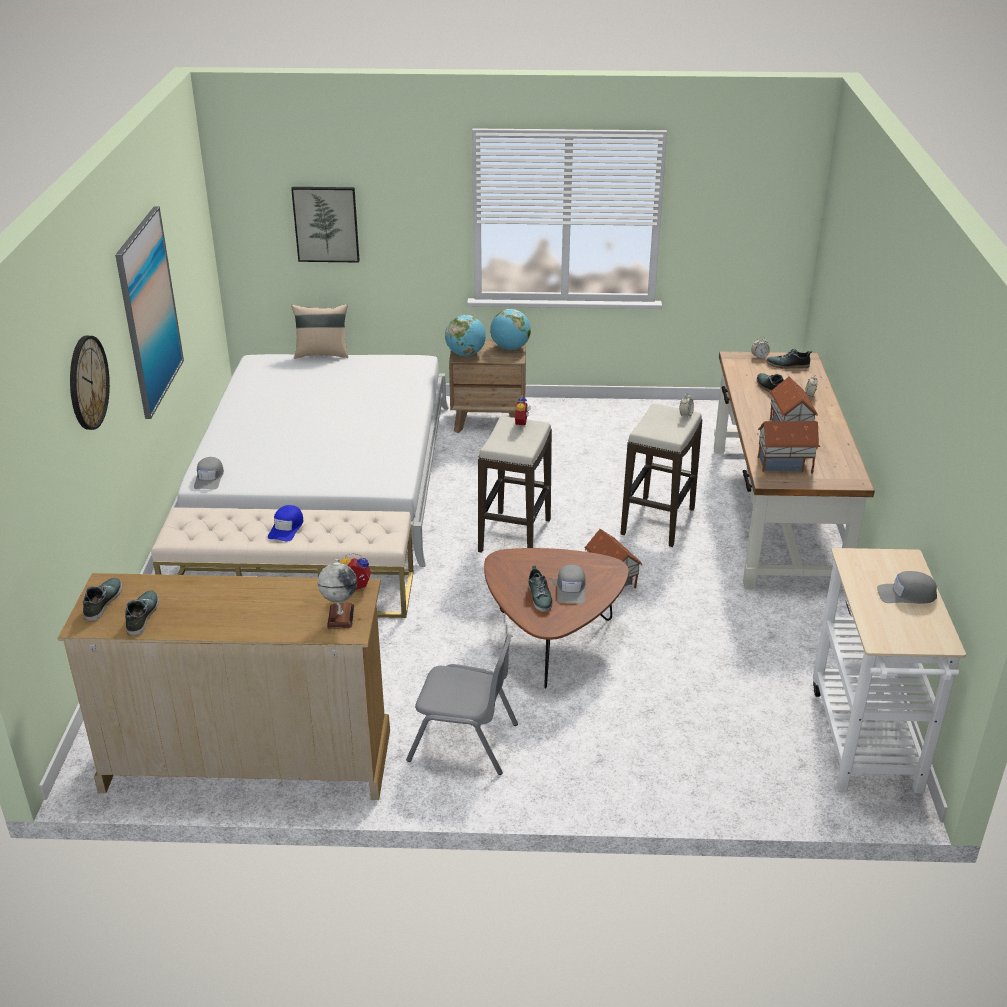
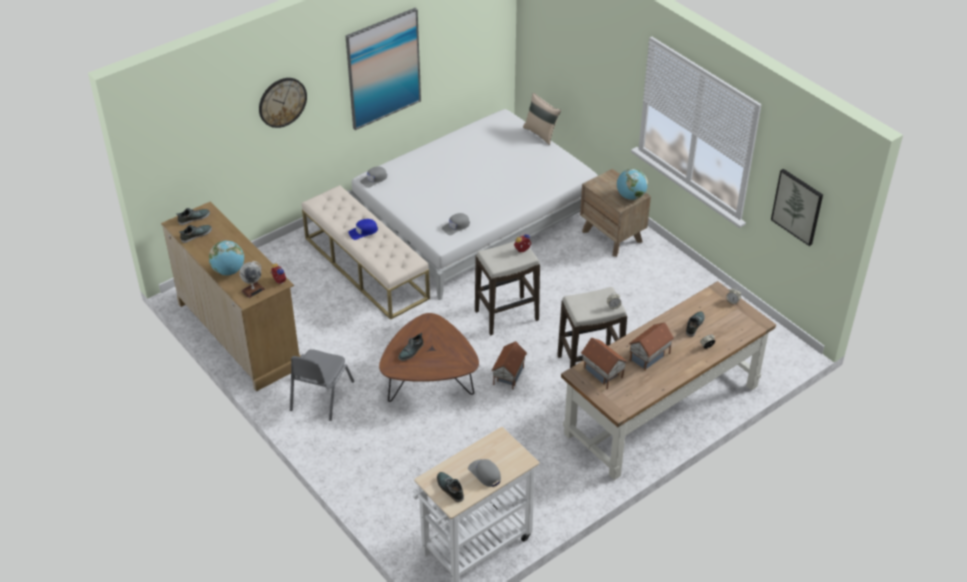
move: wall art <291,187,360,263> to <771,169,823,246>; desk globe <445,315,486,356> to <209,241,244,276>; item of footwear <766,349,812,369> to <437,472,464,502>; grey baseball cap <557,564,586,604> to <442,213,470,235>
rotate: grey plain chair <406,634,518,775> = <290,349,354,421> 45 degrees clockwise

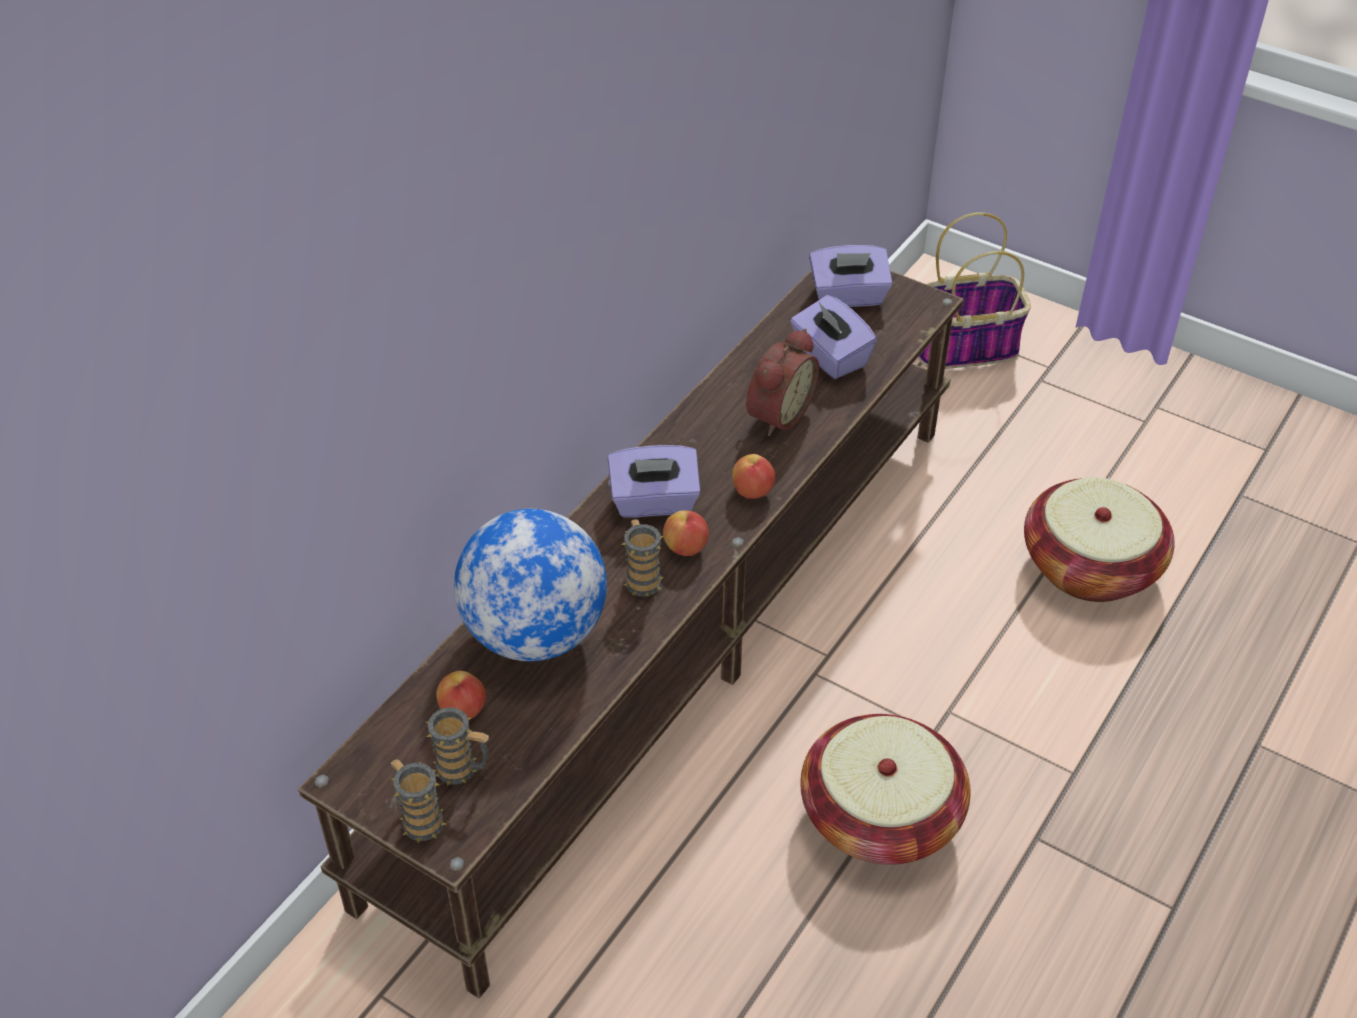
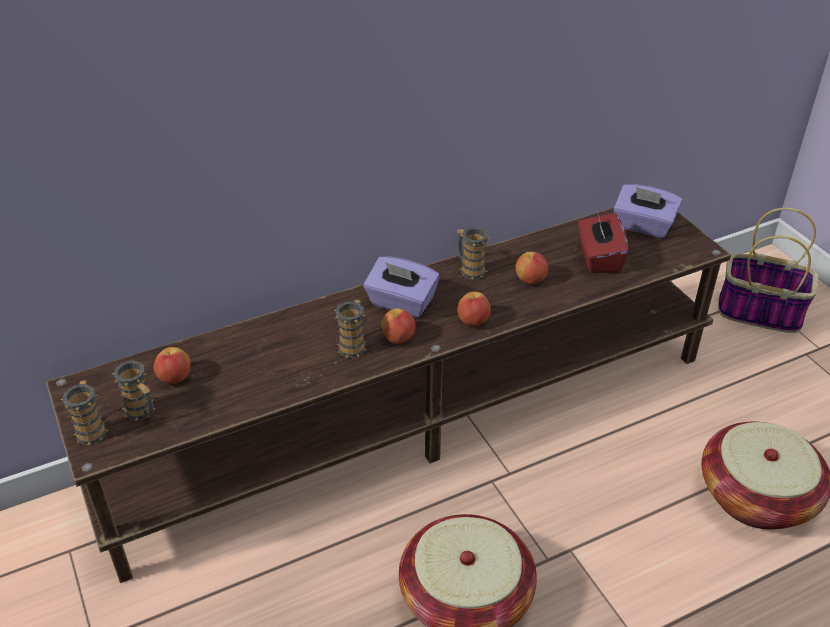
delete: desk globe <454,509,607,661>
insert: coffee mug <457,227,489,280>
replace: bedside clock <746,329,819,436> to whole apple <515,252,548,284>
recolor: purple-coloured box of tissues <790,295,877,379> to red-coloured box of tissues <578,211,629,273>

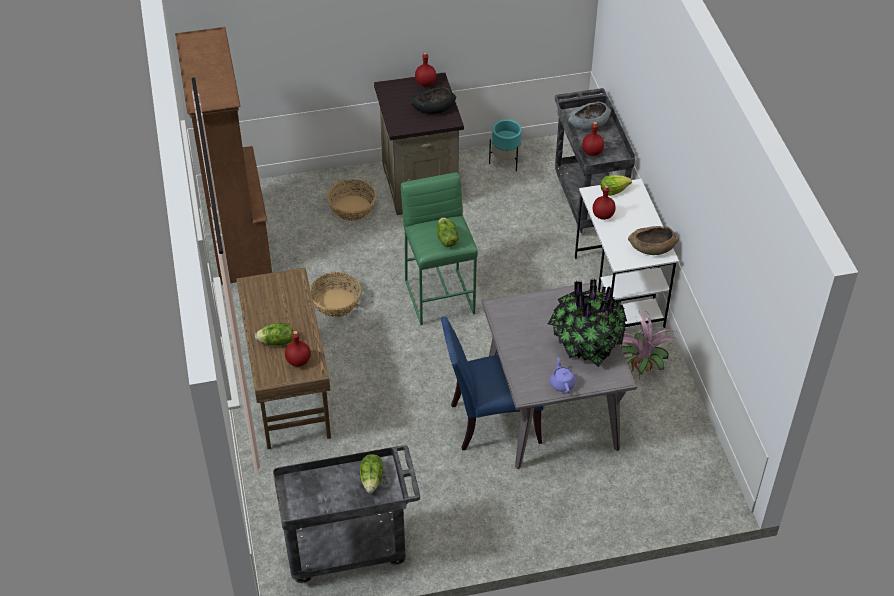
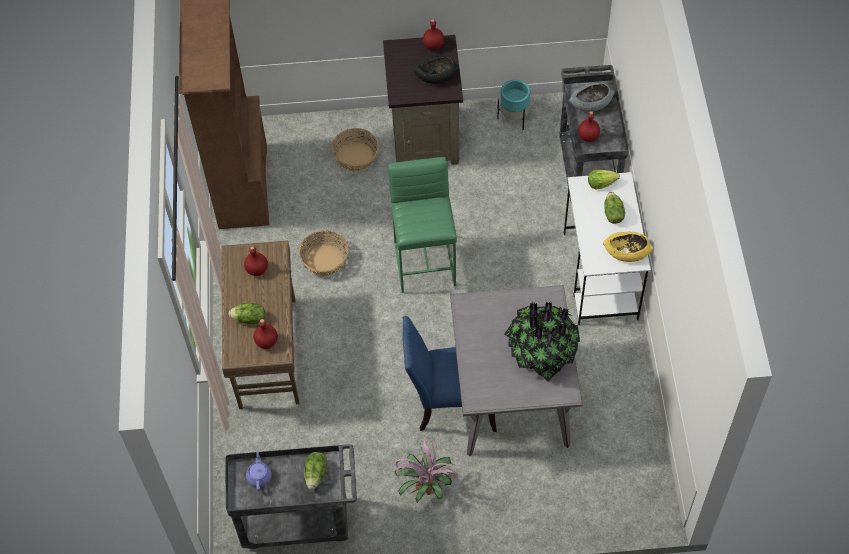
move: red-coloured beverage bottle <593,185,616,220> to <244,246,268,276>; lettuce <437,217,459,247> to <604,192,625,224>; potted plant <621,311,677,380> to <392,436,456,503>; purple-coloured pot for tea <550,358,576,393> to <246,451,272,491>
recolor: brown serving bowl <628,226,679,255> to yellow-coloured serving bowl <603,232,653,262>

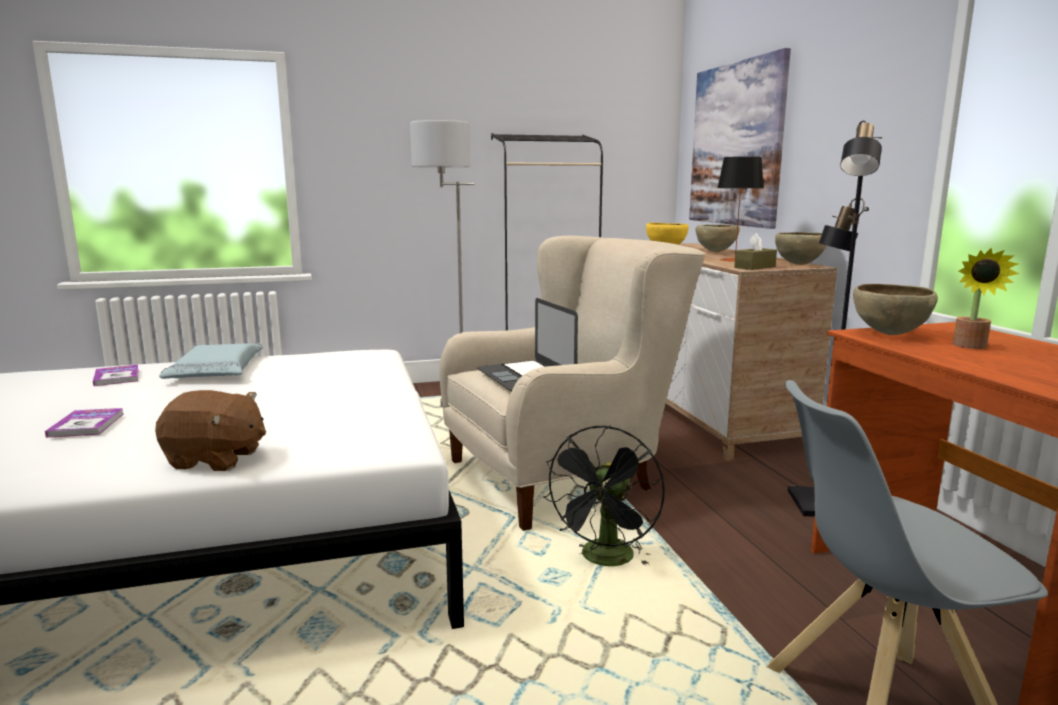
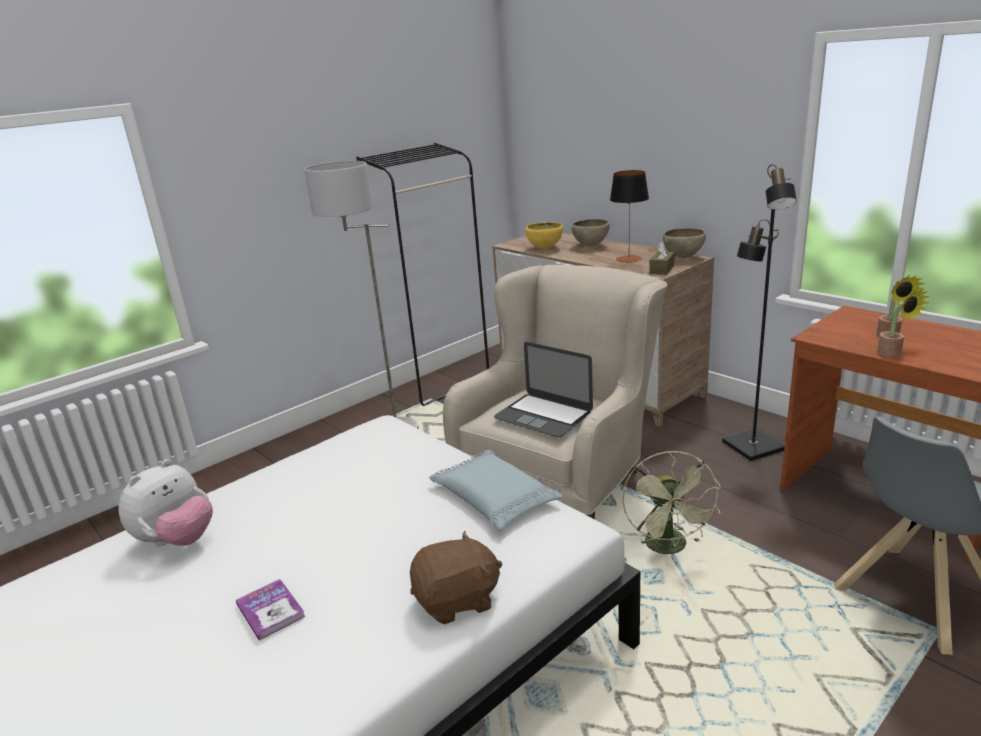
delete: wall art <689,48,791,229>; brown serving bowl <853,284,938,335>
insert: potted plant <877,289,930,357>
move: blue cushion <159,343,263,379> to <429,449,563,531>
replace: bound book <93,365,139,386> to cuddly toy <118,459,213,546>
recolor: blackish cooling fan <543,426,665,566> to green-coloured cooling fan <622,451,721,554>

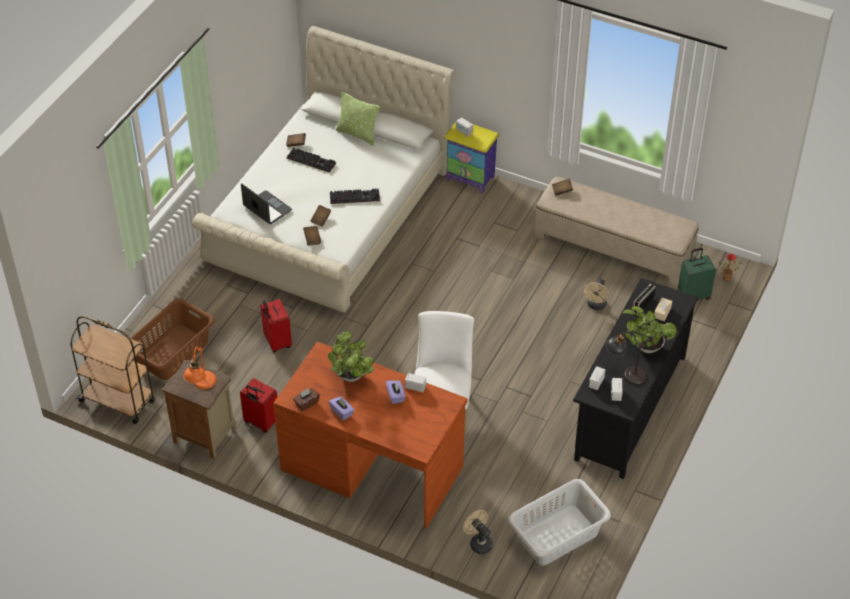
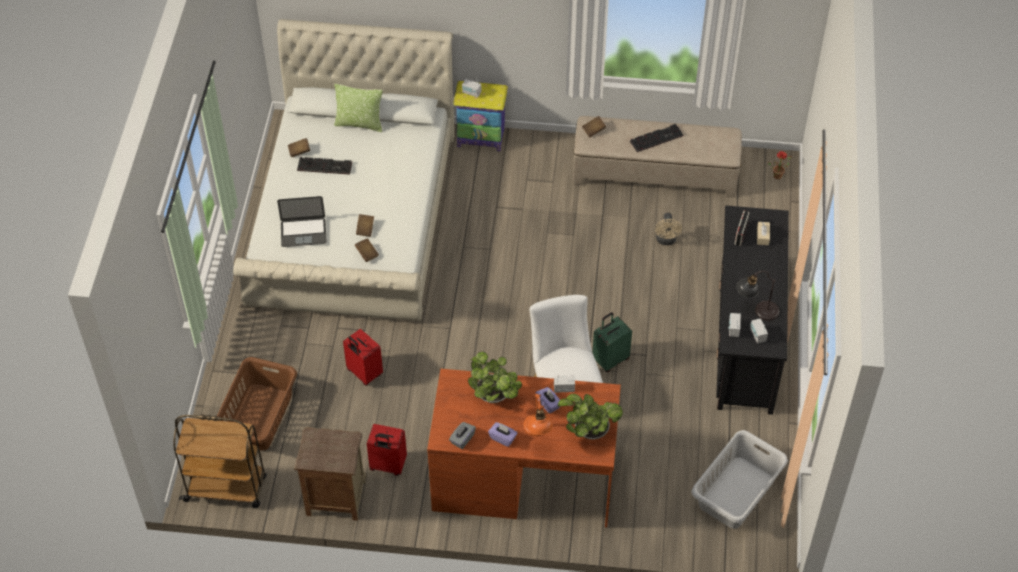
delete: beige cooling fan <463,510,493,554>
move: PC keyboard <330,188,380,204> to <630,124,683,152>; green-coloured suitcase <678,248,716,300> to <592,312,632,372>; potted plant <622,306,677,353> to <558,394,623,439>; orange-coloured lamp for a table <183,346,217,389> to <524,394,553,436>
recolor: brown box of tissues <293,388,320,411> to grey box of tissues <449,422,476,449>
rotate: notebook computer <241,183,292,224> = <277,196,326,247> 150 degrees clockwise

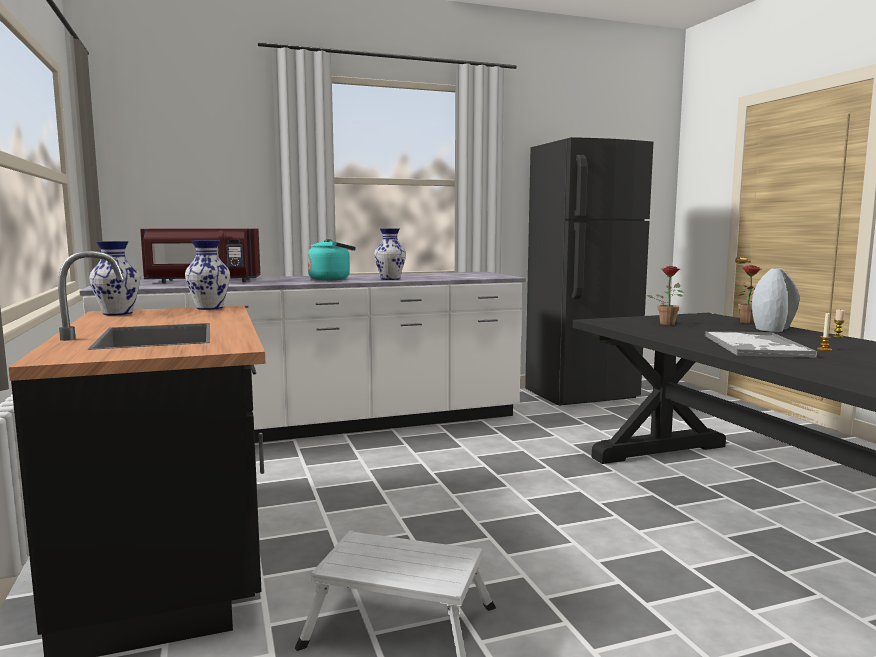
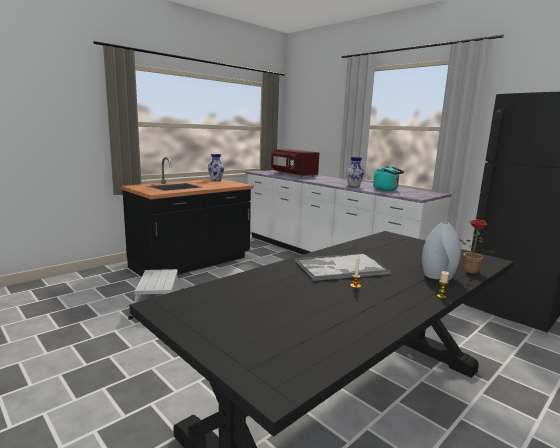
delete: decorative vase <185,240,230,310>; potted plant <647,266,684,325>
move: turquoise-coloured kettle <307,239,356,280> to <373,166,404,191>

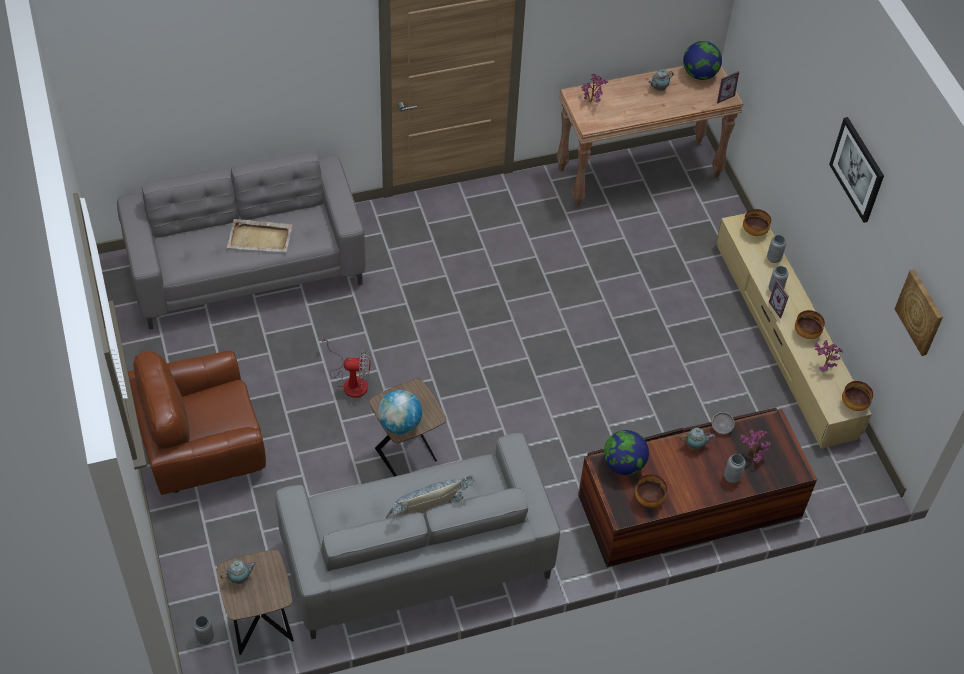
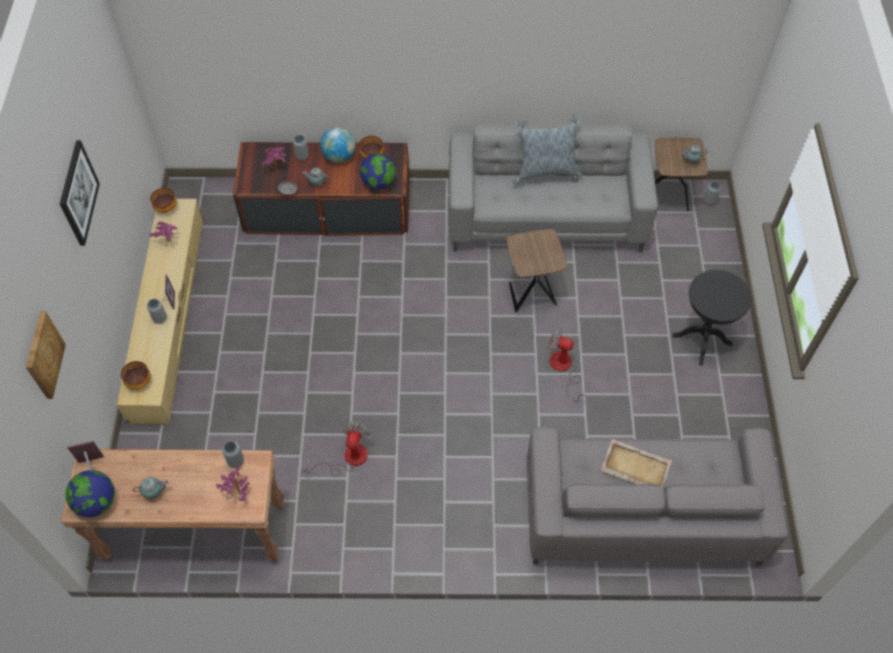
delete: serving bowl <795,310,825,339>
insert: cooling fan <301,421,370,476>
move: grey decorative vase <767,235,787,263> to <222,441,244,468>; wall art <895,270,943,356> to <26,311,66,399>; desk globe <378,390,422,434> to <320,127,355,163>
replace: brown easy chair <128,351,266,495> to blackish end table <672,270,752,365>

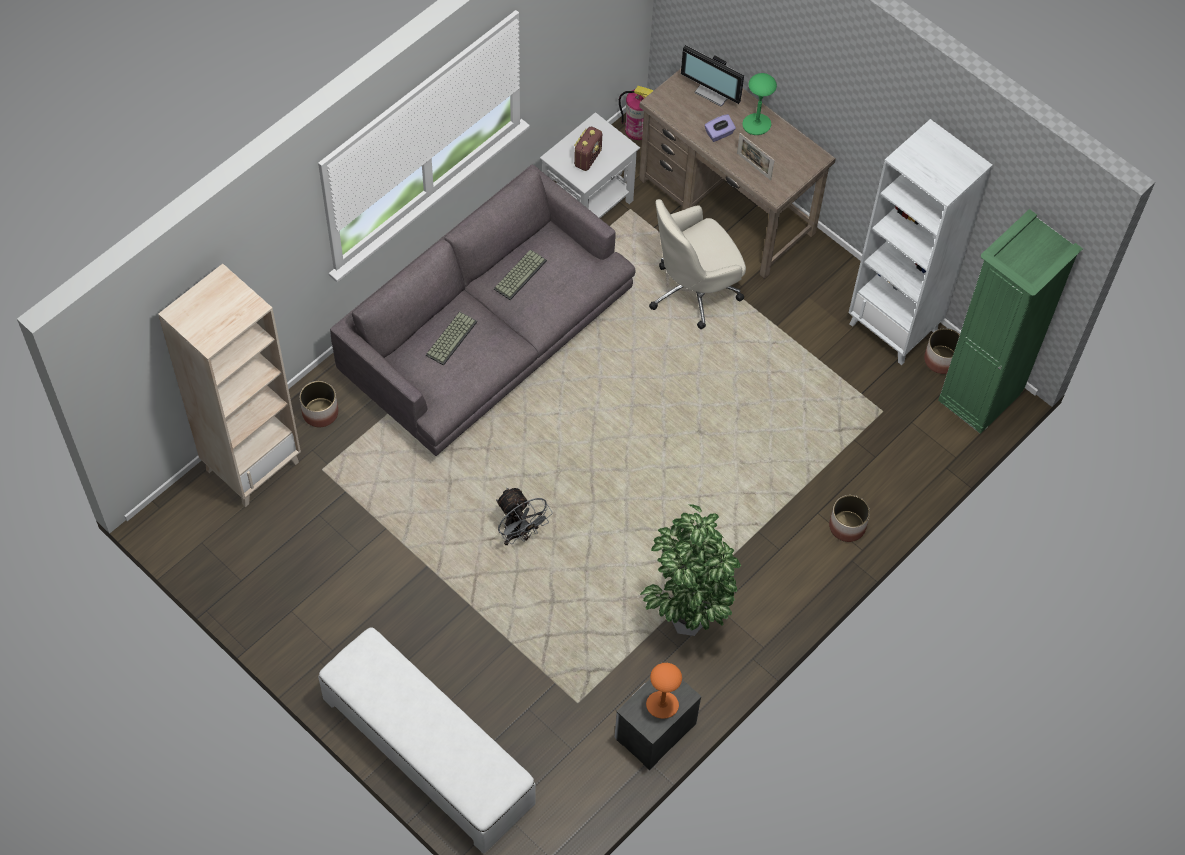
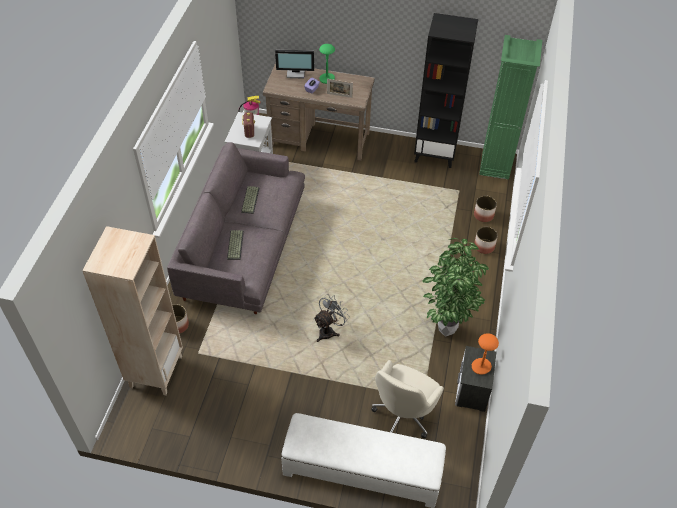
move: beige computer chair <649,199,746,329> to <371,360,444,438>; plant pot <924,328,960,374> to <474,196,497,222>
recolor: white bookshelf <849,119,992,365> to blackish bookshelf <414,13,478,168>
rotate: grey cooling fan <496,488,553,545> = <313,294,350,342> 75 degrees counterclockwise

